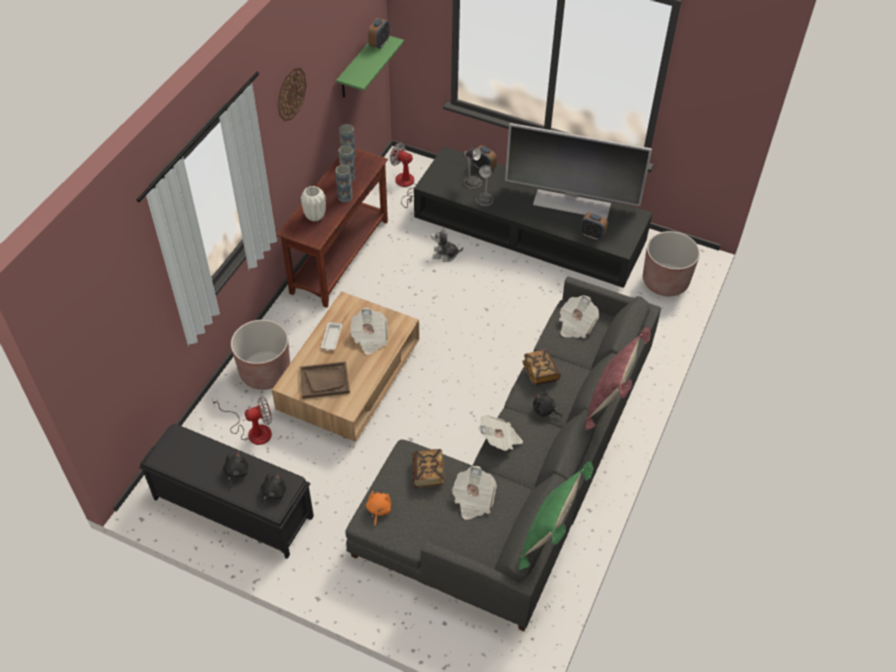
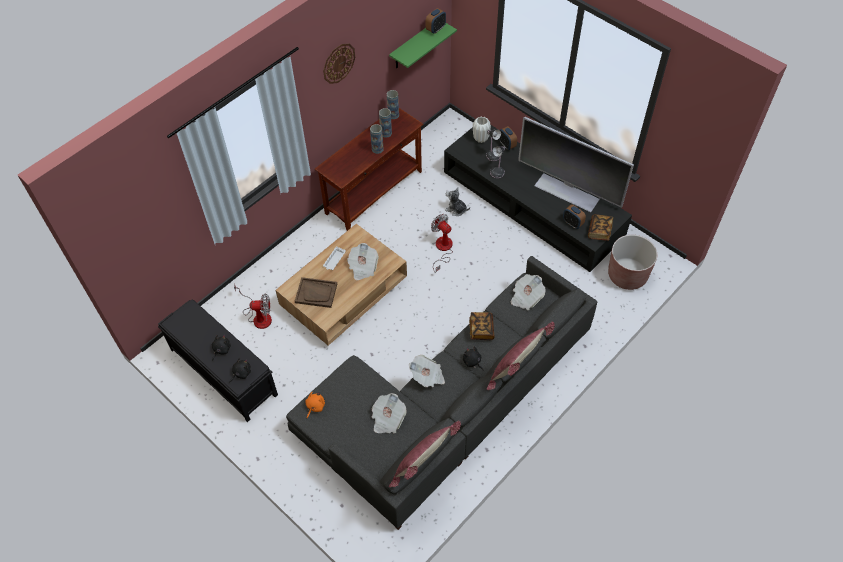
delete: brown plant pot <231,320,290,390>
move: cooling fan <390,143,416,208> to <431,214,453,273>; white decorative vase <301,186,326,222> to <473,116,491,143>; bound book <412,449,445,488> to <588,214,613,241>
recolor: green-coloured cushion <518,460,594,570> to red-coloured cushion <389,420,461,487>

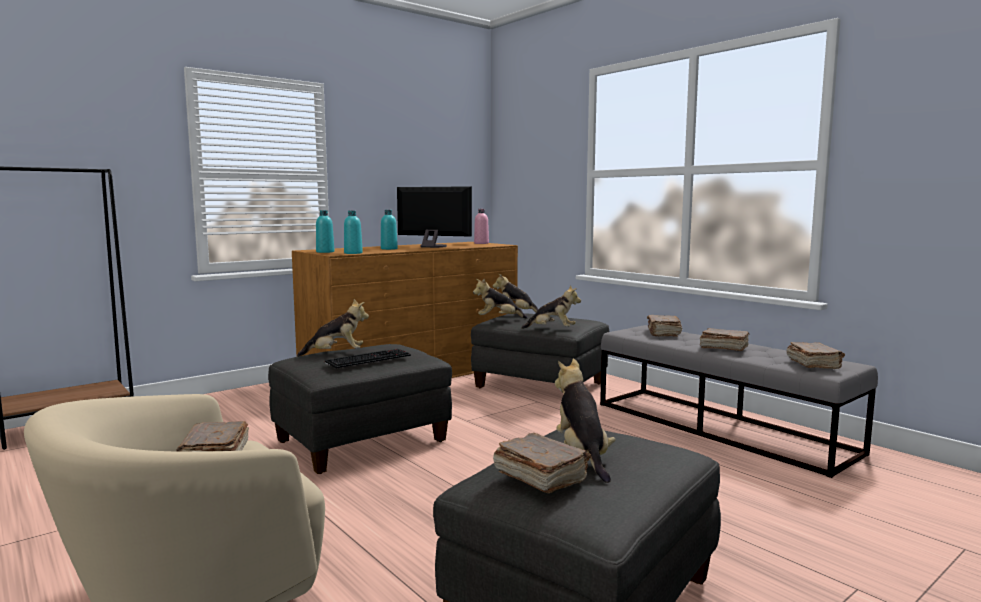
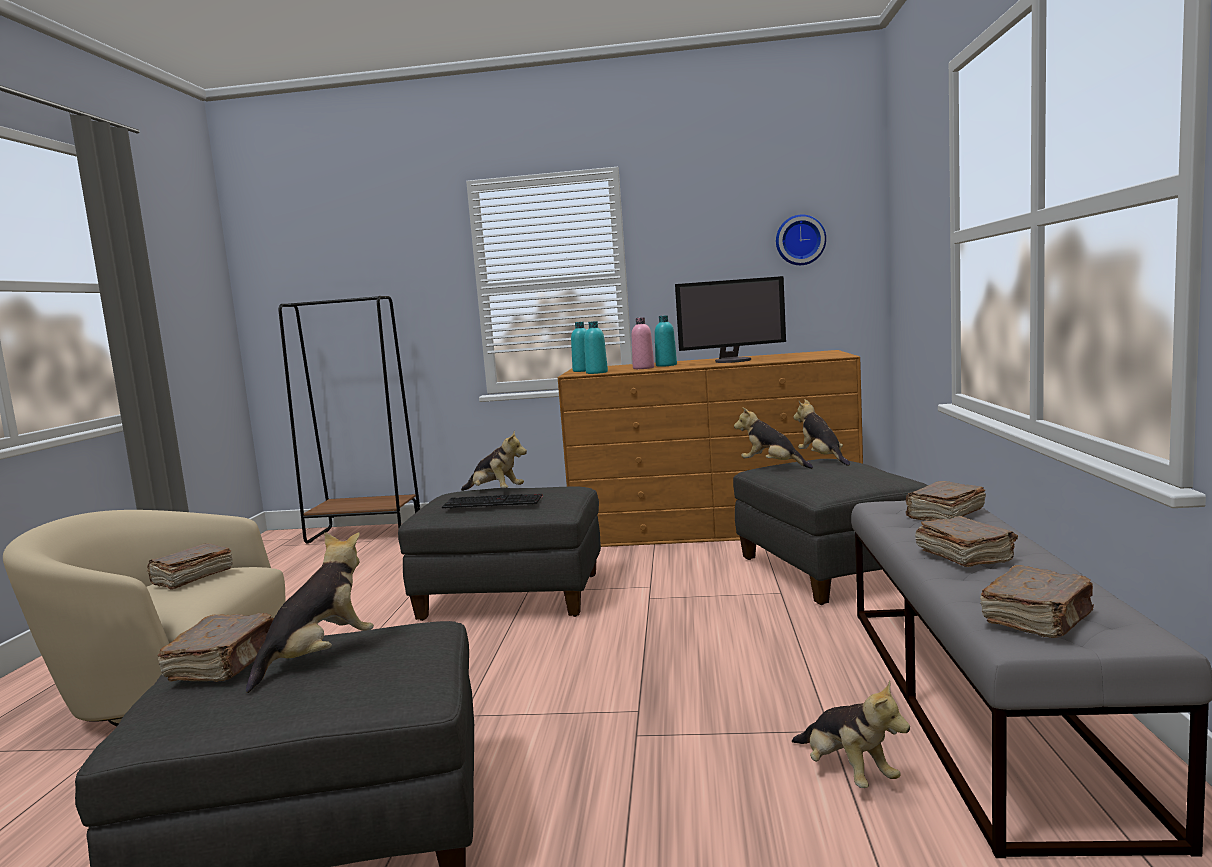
insert: wall clock <776,215,826,265>
move: pink beverage bottle <474,209,489,244> to <632,317,654,369>; cuddly toy <521,285,581,329> to <792,680,910,788>
rotate: computer display <397,186,472,248> = <675,276,786,363> 105 degrees clockwise

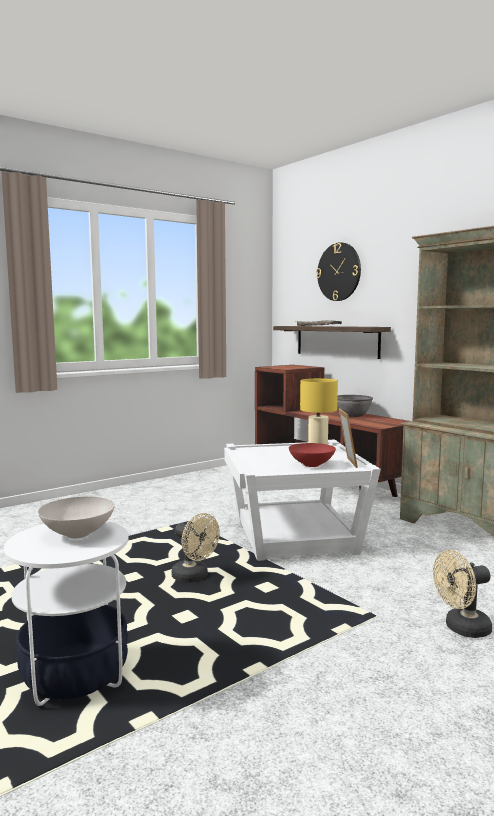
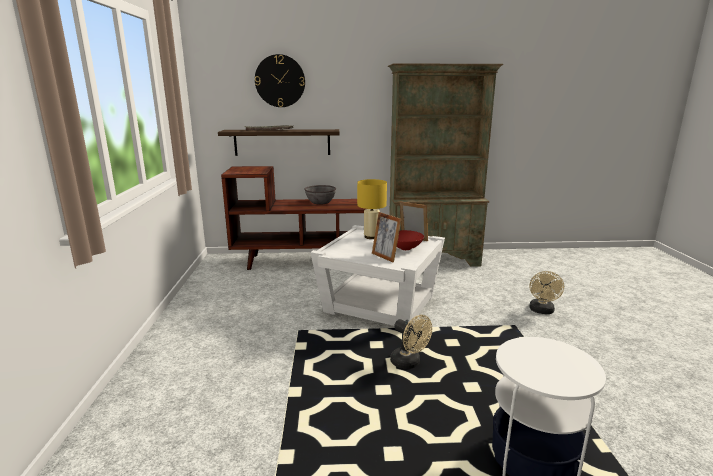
delete: white serving bowl <38,497,115,538>
insert: standing frame <372,212,402,262>
rotate: beige cooling fan <172,513,220,582> = <390,315,432,369> 60 degrees clockwise

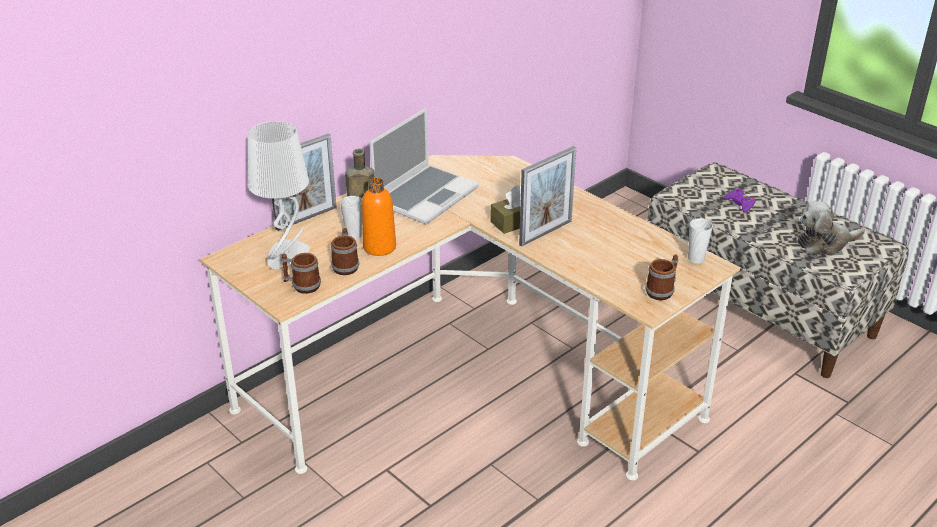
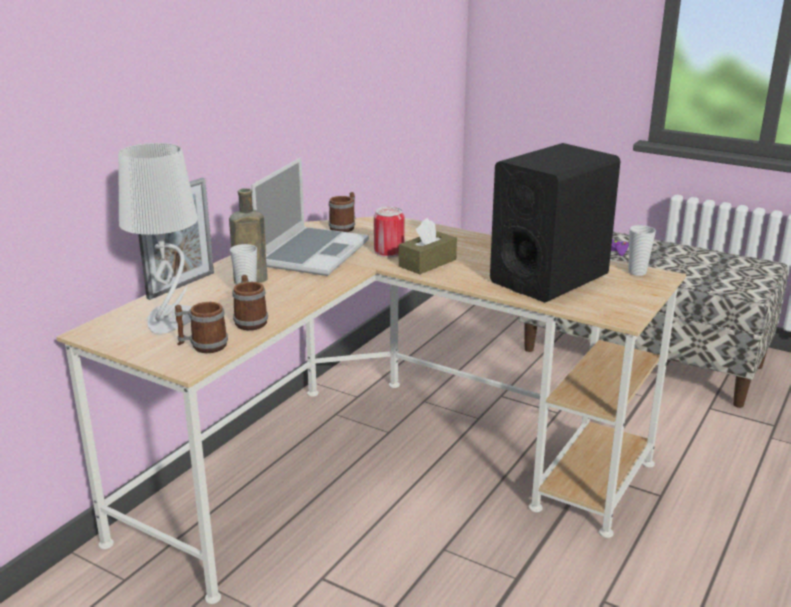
delete: standing frame <519,146,576,247>; orange-coloured beverage bottle <362,178,396,256>; cuddly toy <797,201,865,255>
insert: blackish audio speaker <490,143,621,302>; sealed can <374,207,405,257>
move: coffee mug <645,254,678,300> to <328,192,355,232>

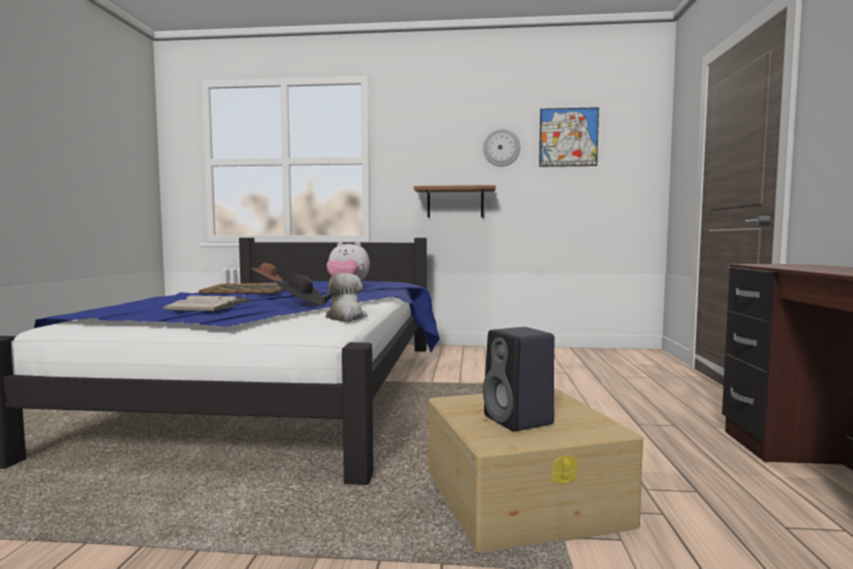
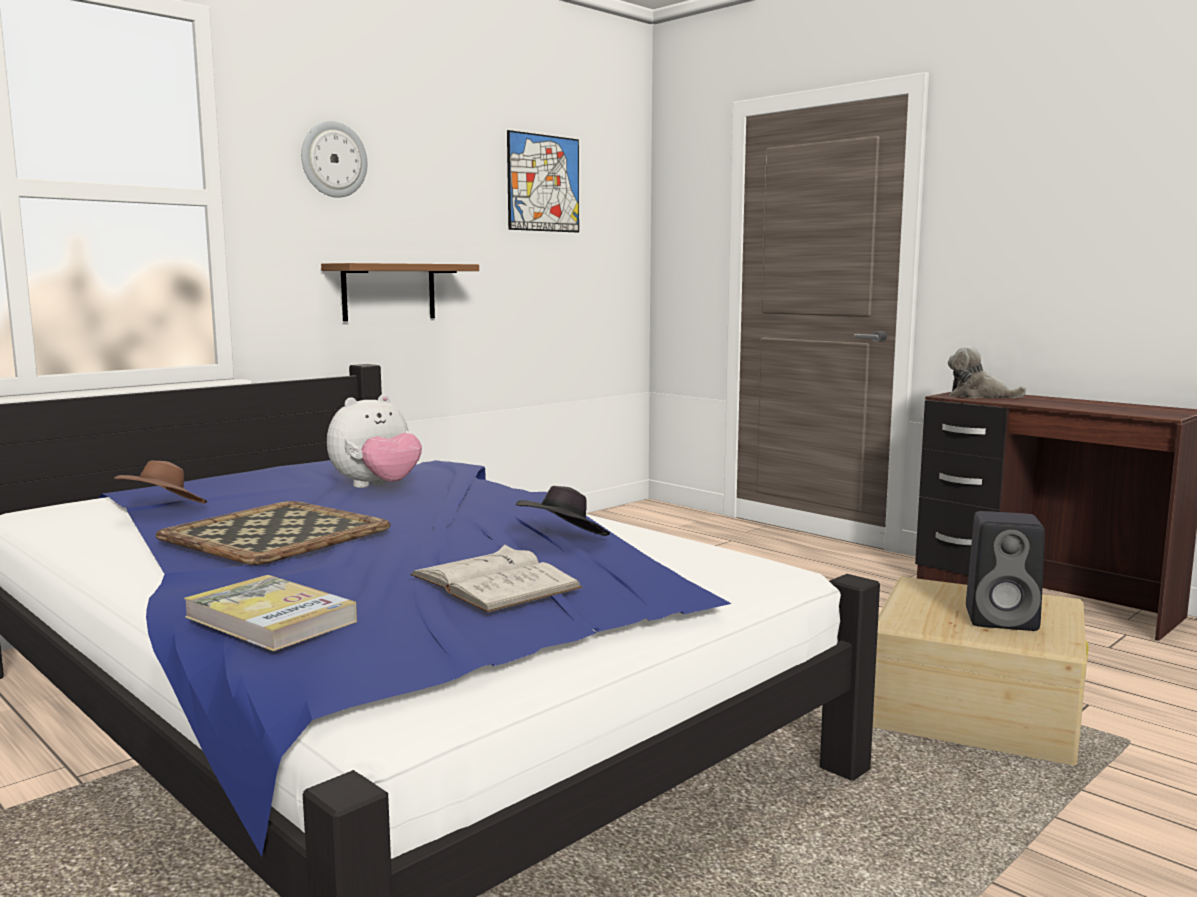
insert: bound book <184,575,357,651>
move: wall clock <483,129,520,167> to <301,121,367,198>; cuddly toy <322,273,367,323> to <948,346,1027,399>

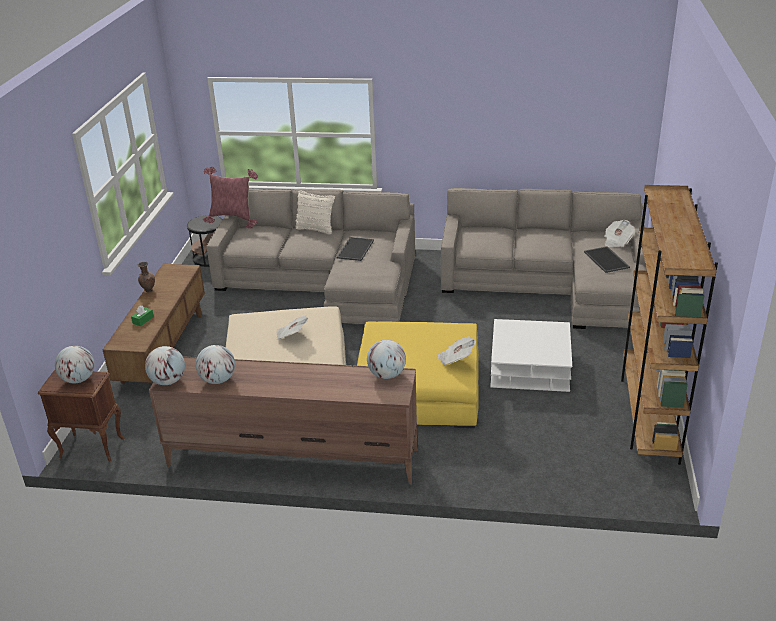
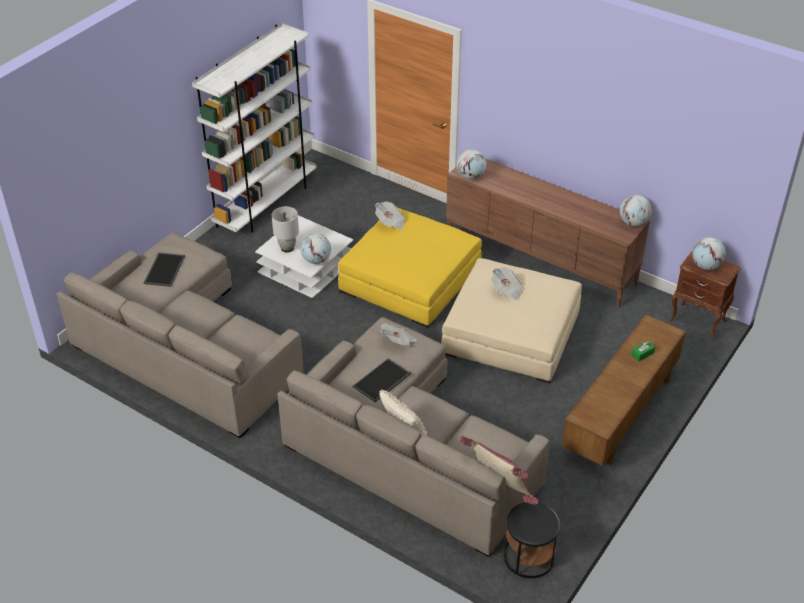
delete: brown decorative vase <138,261,155,292>
insert: white lamp for a table <272,206,299,252>
move: newspaper <604,220,635,247> to <380,323,417,346>; desk globe <196,345,235,384> to <301,233,331,264>
recolor: brown bookshelf <621,185,718,465> to white bookshelf <192,23,316,233>

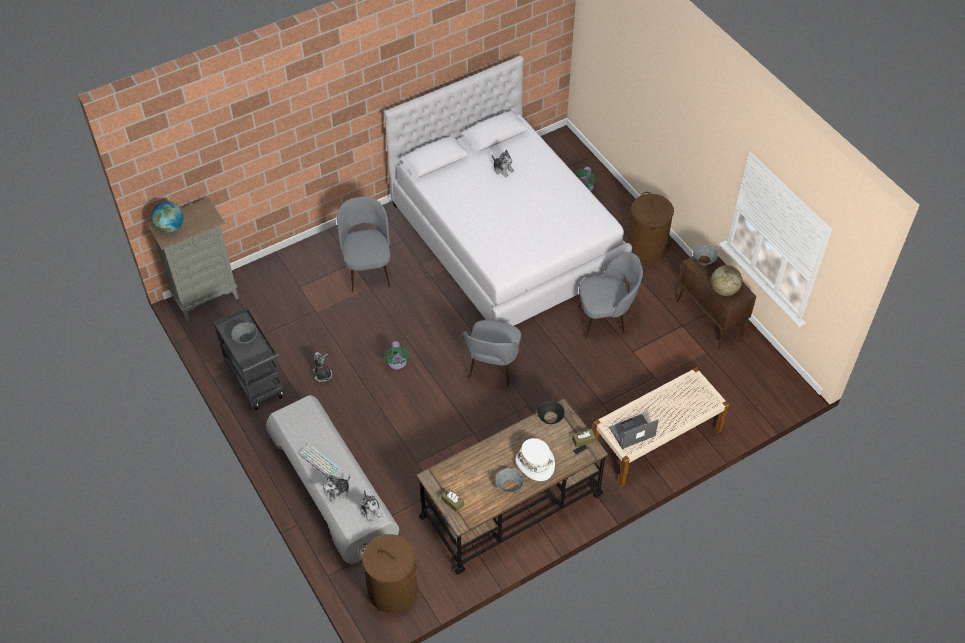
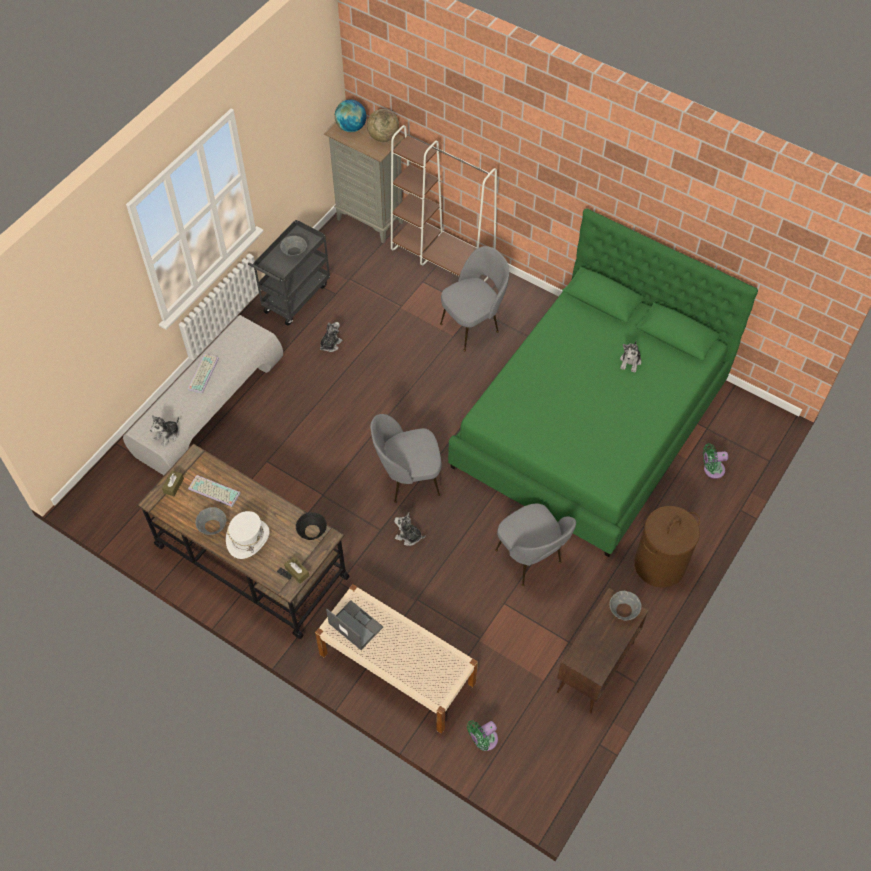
delete: brown washing basket <359,534,419,613>
insert: brown garment stand <391,125,497,282>; PC keyboard <188,475,240,507>
move: desk globe <711,265,742,296> to <367,109,399,142>; green-coloured cooling fan <384,341,410,369> to <467,720,498,751>; cuddly toy <323,473,350,503> to <394,512,425,546>
recolor: white bed <384,56,632,326> to green-coloured bed <448,209,758,557>

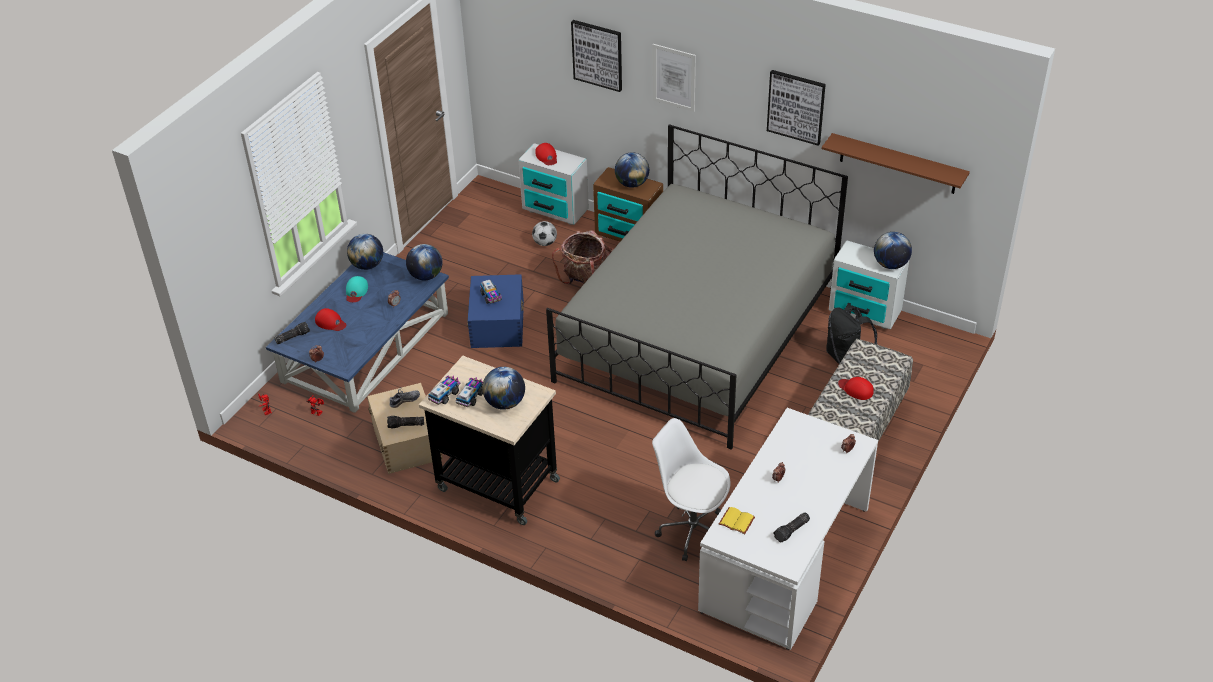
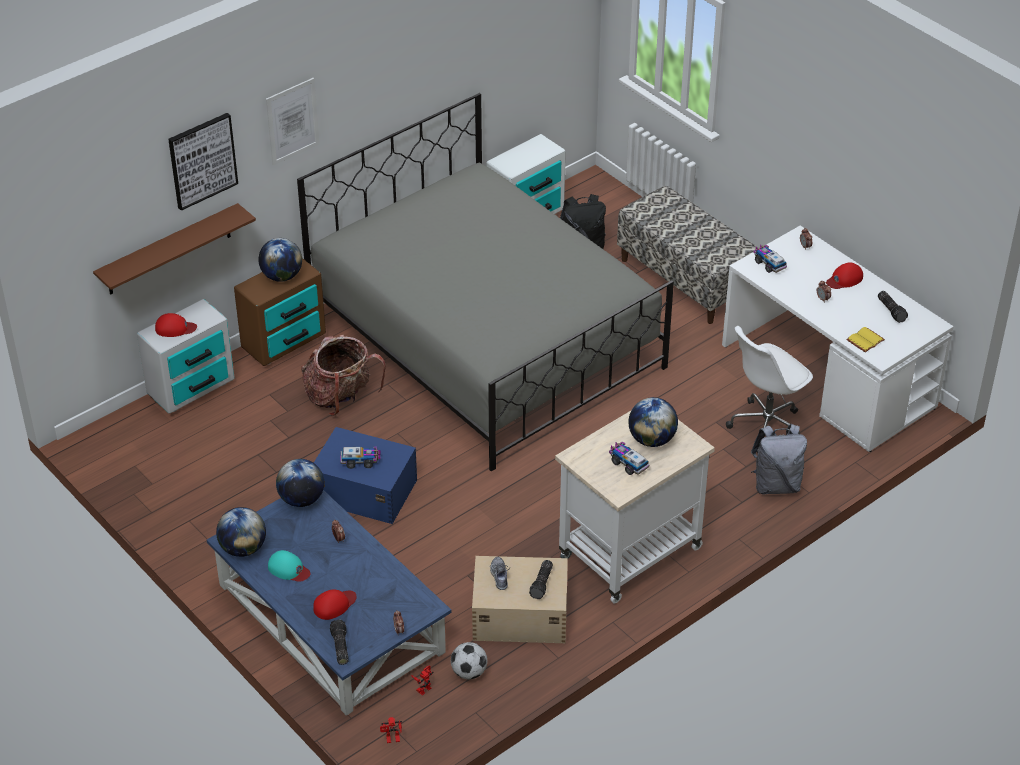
delete: wall art <767,70,826,146>; desk globe <874,232,912,269>
insert: grey rucksack <751,424,807,494>
move: brown bracket shelf <822,133,970,194> to <93,203,256,295>; ball for football <532,221,557,246> to <451,642,487,679>; model truck <428,375,461,405> to <753,244,787,273>; red-coloured baseball cap <838,377,874,400> to <826,262,863,289>
recolor: blackish cart <419,356,560,525> to white cart <555,411,715,604>

